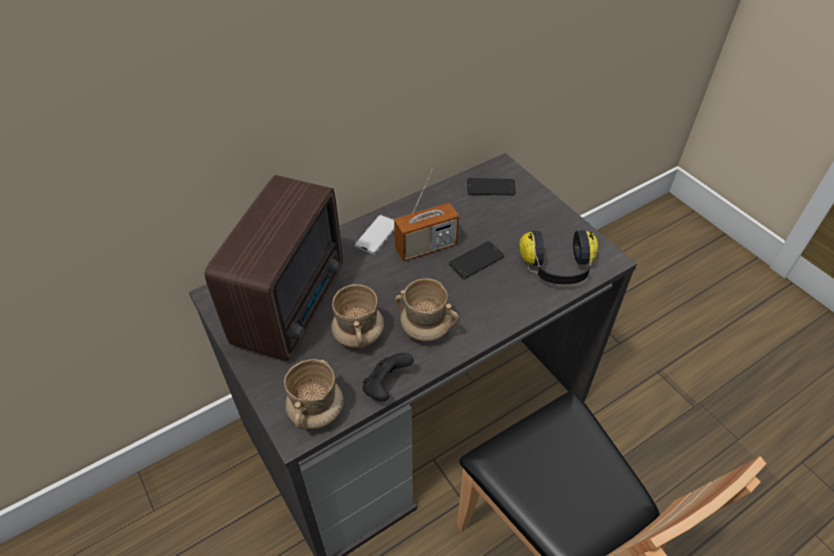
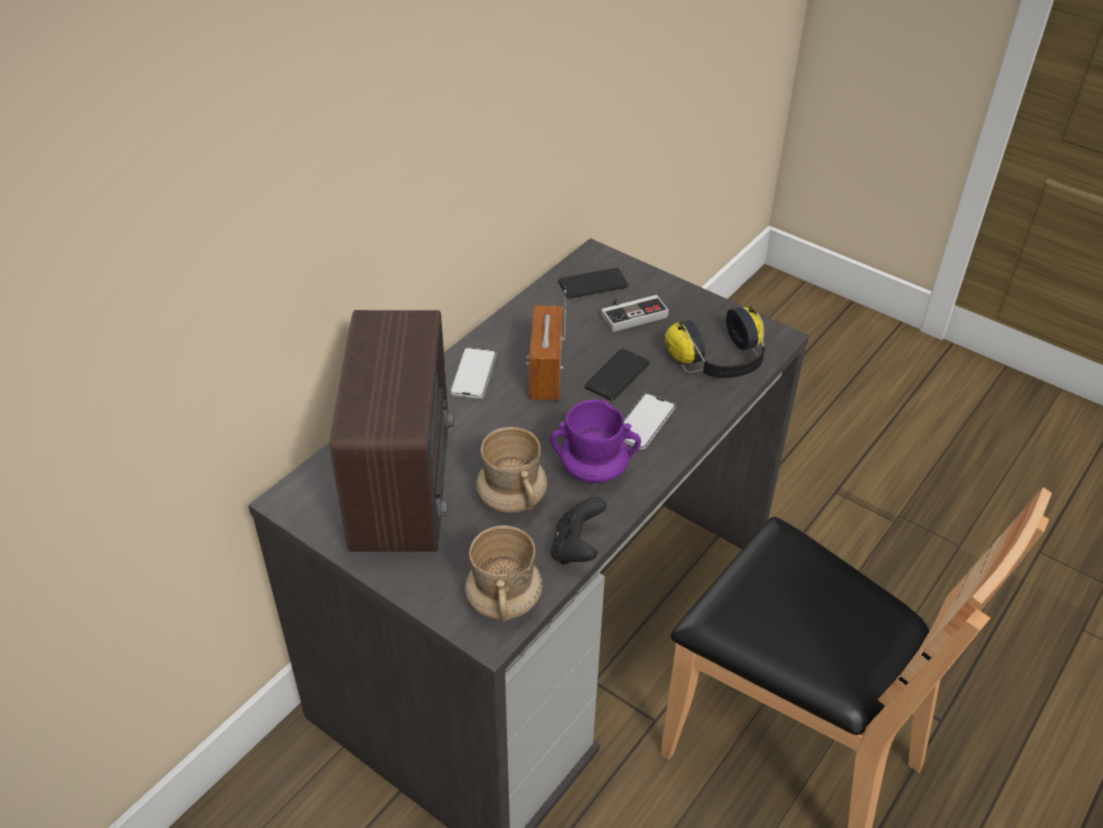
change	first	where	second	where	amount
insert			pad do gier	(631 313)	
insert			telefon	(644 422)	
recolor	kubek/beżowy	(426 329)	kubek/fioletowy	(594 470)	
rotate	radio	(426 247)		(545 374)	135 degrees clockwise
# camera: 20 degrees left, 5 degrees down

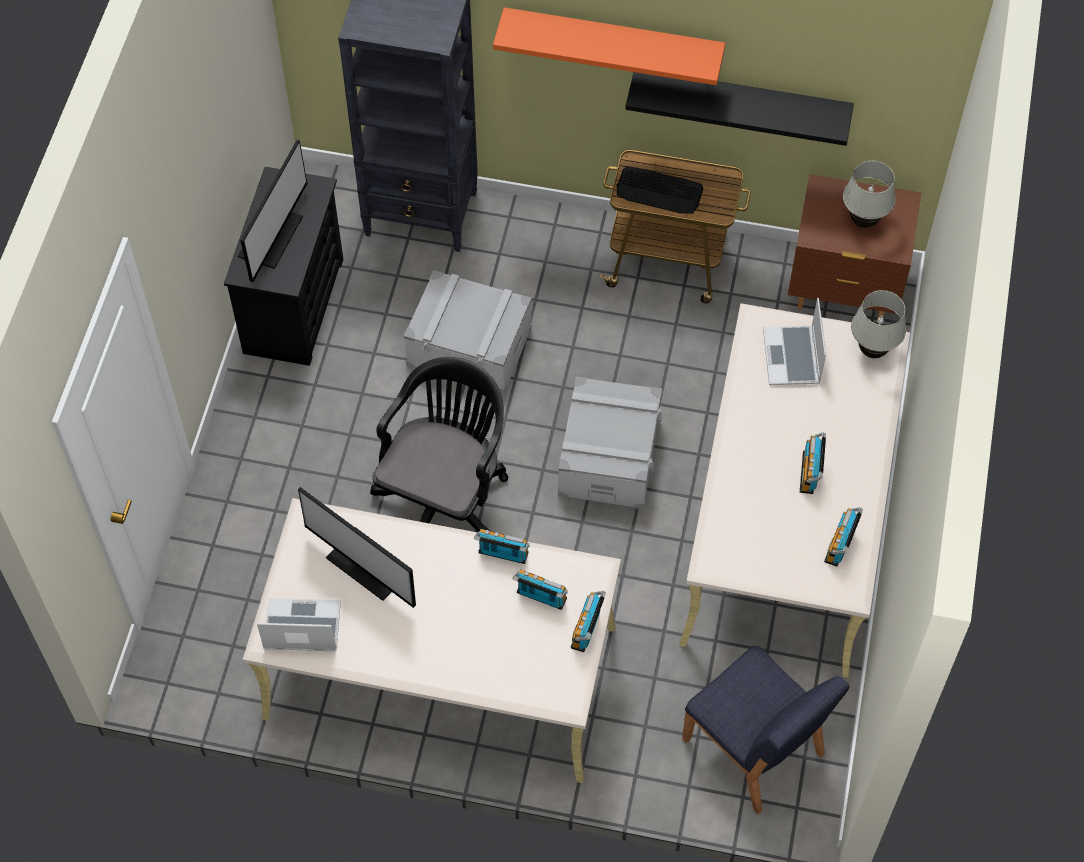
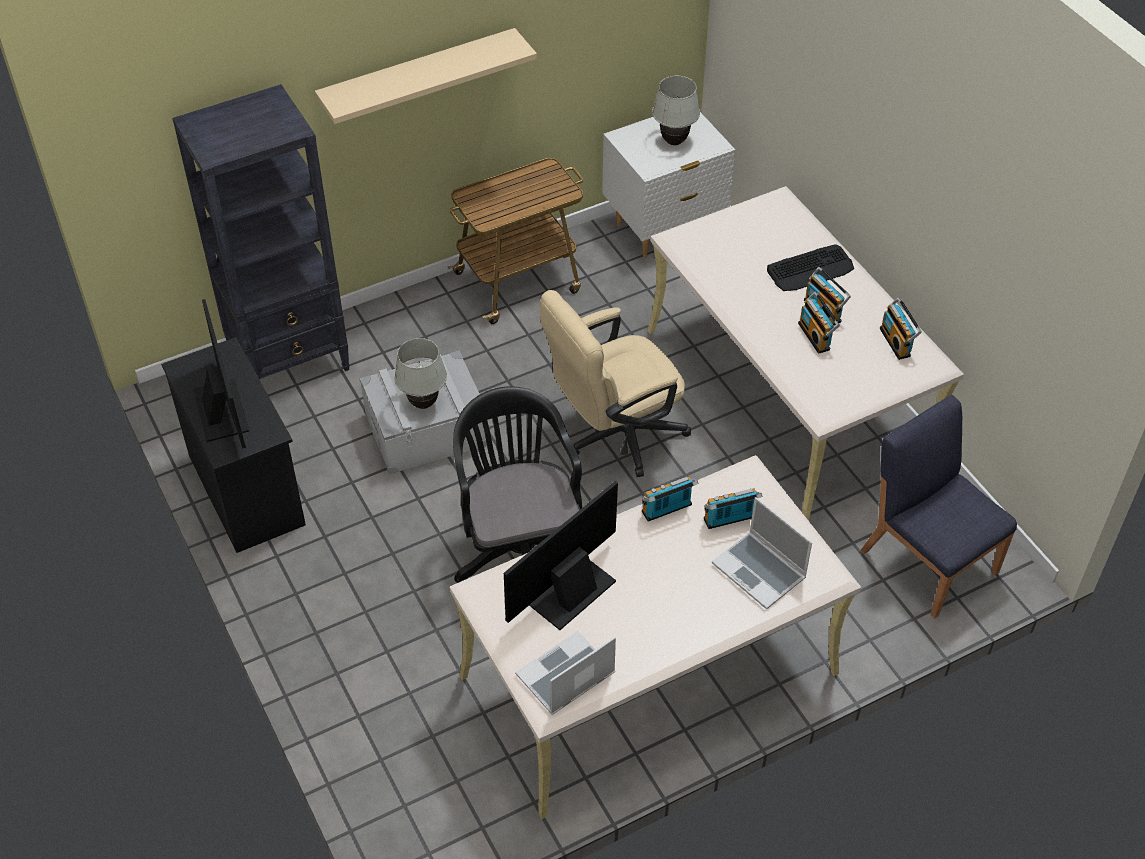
change	first	where	second	where	amount
delete	półka/czarny	(741 99)			
move	radio	(587 630)		(816 336)	
move	klawiatura	(659 191)		(810 269)	
move	laptop	(792 358)		(760 571)	
move	lampa stołowa/biały	(873 351)		(423 403)	
replace	pojemnik do przechowywania/szary	(609 456)	krzesło biurowe/beżowy	(614 436)	
recolor	półka/pomarańczowy	(613 40)	półka/beżowy	(418 76)	
recolor	szafka nocna/brązowy	(843 292)	szafka nocna/biały	(664 229)	
rotate	monitor	(367 565)		(569 591)	135 degrees clockwise
rotate	krzesło/niebieski	(754 748)		(928 559)	135 degrees counterclockwise
# camera: 40 degrees left, 10 degrees down

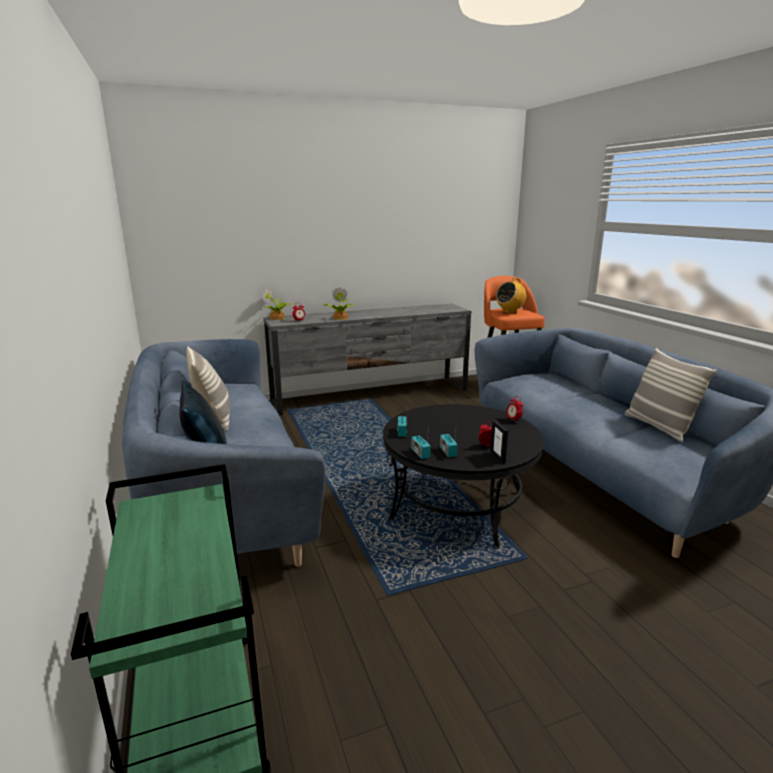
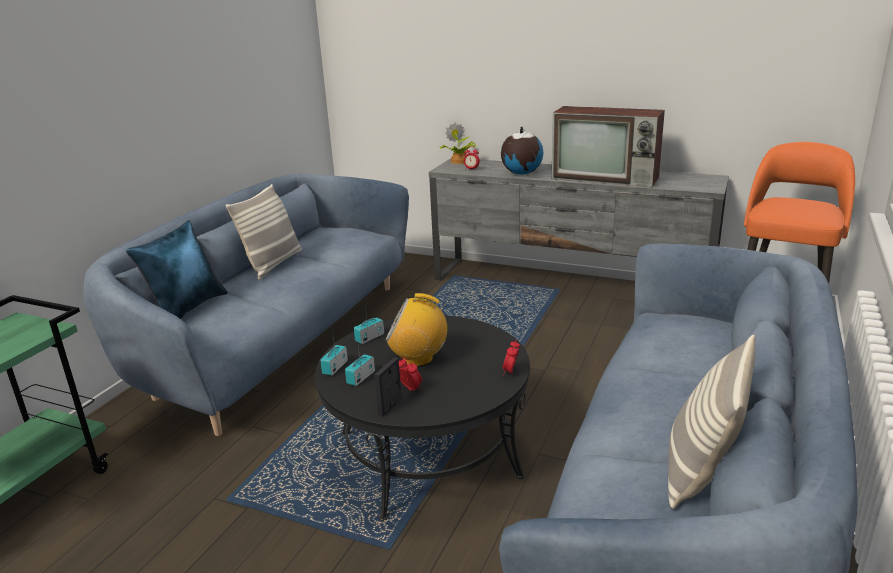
change	first	where	second	where	amount
insert			telewizor	(607 178)	
move	radio	(510 311)		(418 358)	
replace	roślina doniczkowa	(339 318)	globus	(521 173)	
# camera: 45 degrees right, 5 degrees up

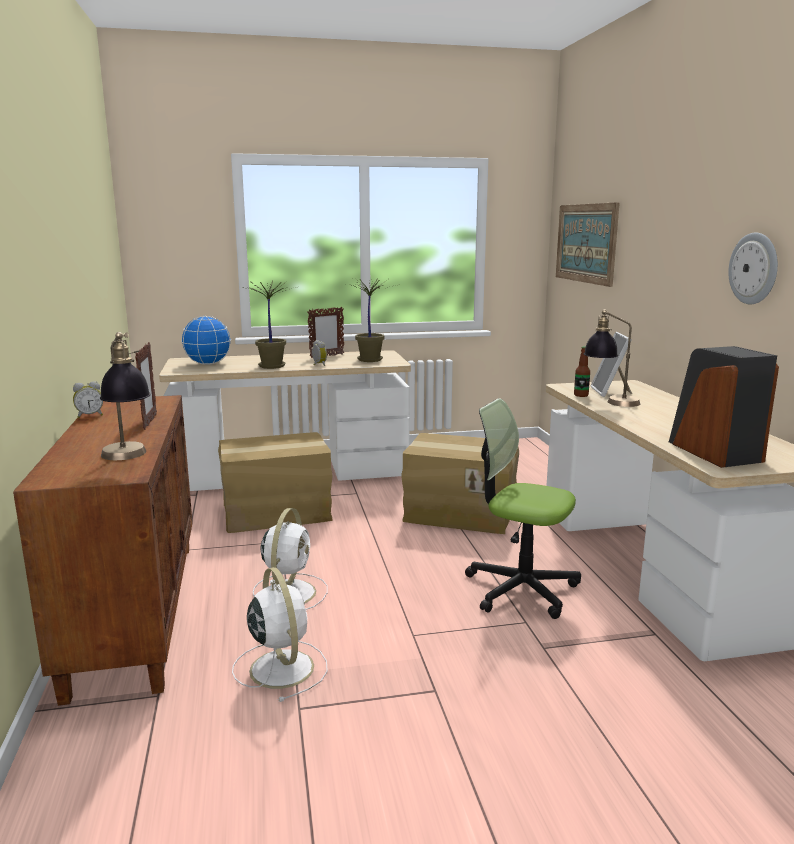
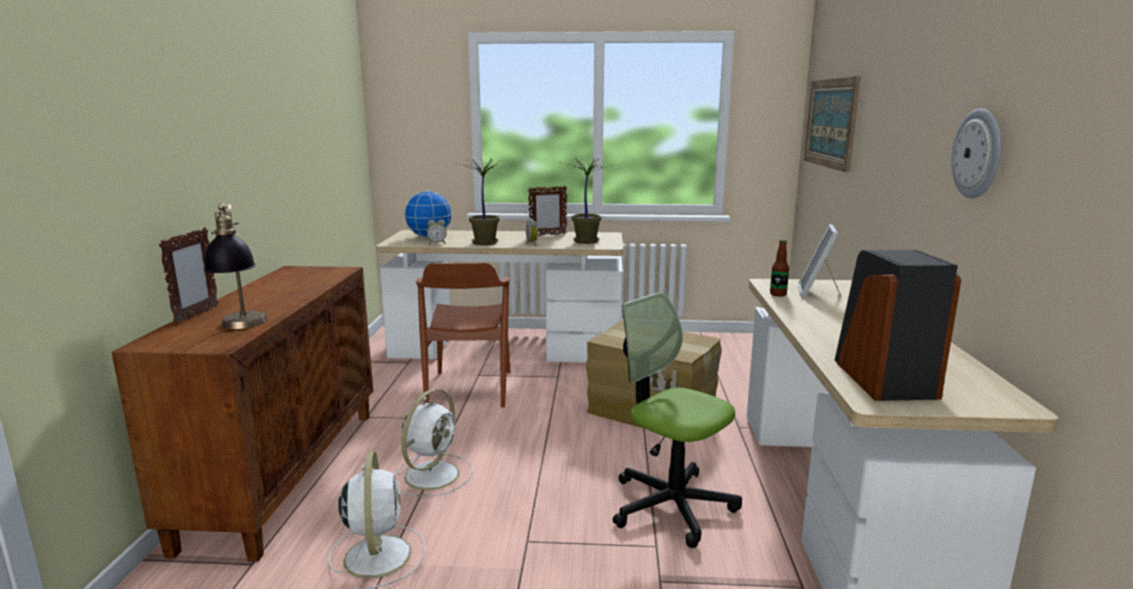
change	first	where	second	where	amount
delete	lampa stołowa	(610 403)			
move	budzik	(90 415)		(437 243)	
move	ramka na zdjęcie	(149 422)		(196 315)	
replace	karton	(276 513)	krzesło/brązowy	(469 389)	
# camera: 15 degrees right, 0 degrees up

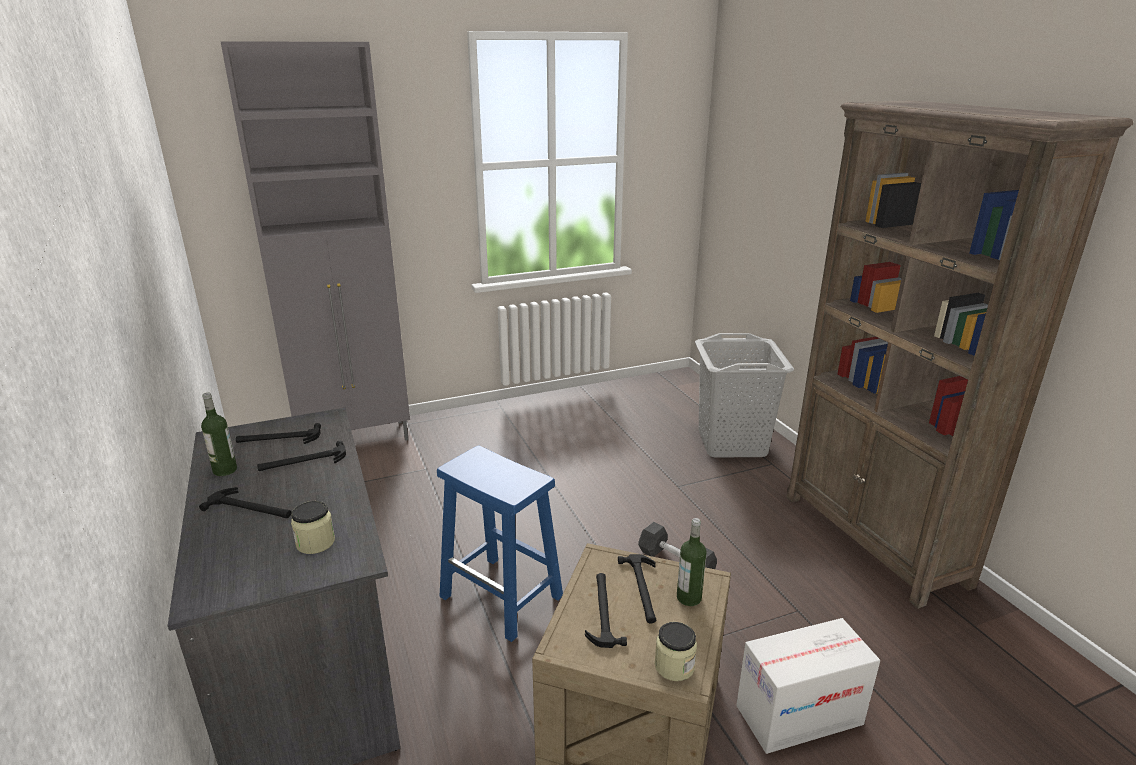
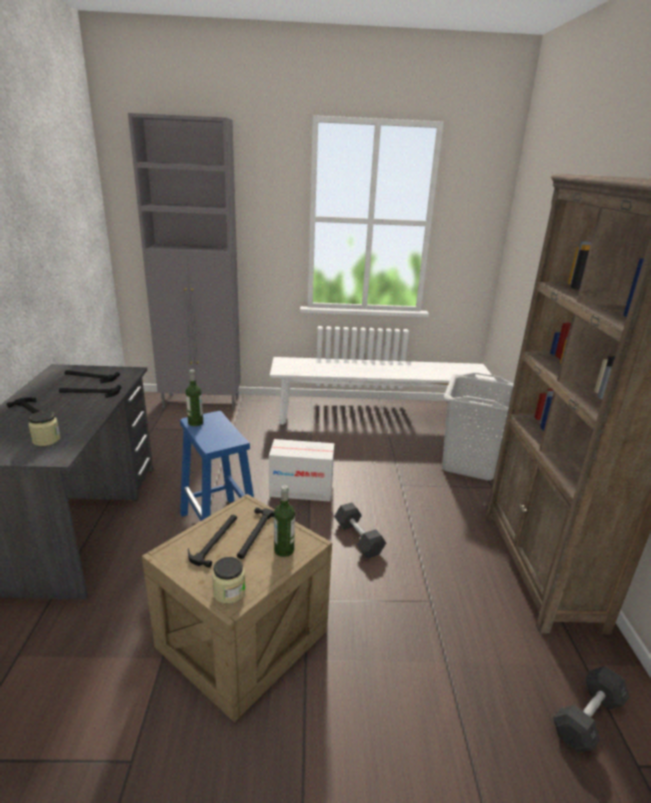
change	first	where	second	where	amount
insert			ławka/biały	(377 418)	
insert			hantel/szary	(587 718)	
move	butelka	(225 470)		(195 423)	
move	karton	(799 714)		(301 490)	
# camera: 20 degrees right, 0 degrees up

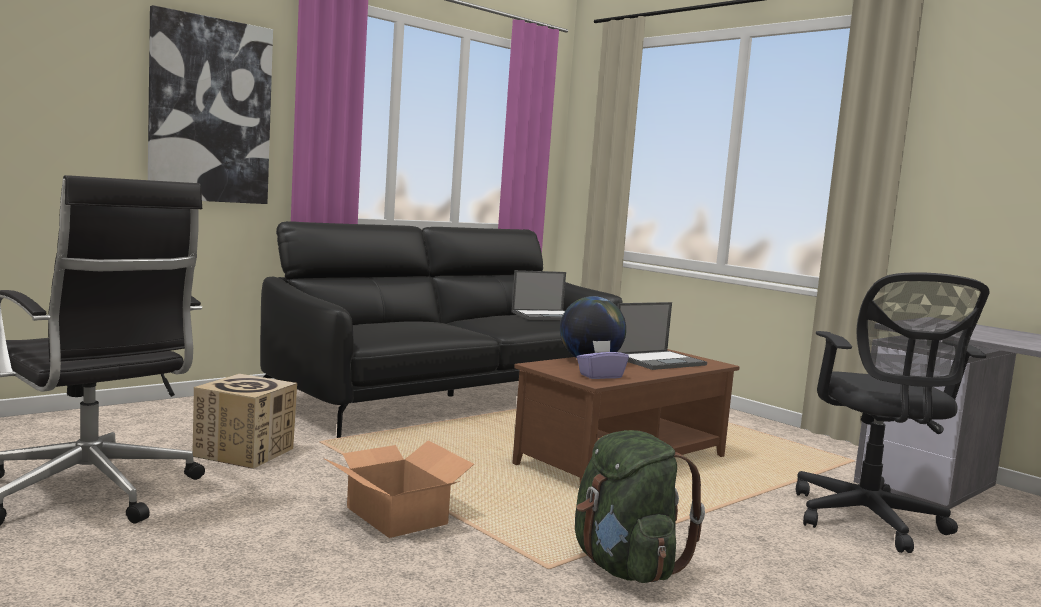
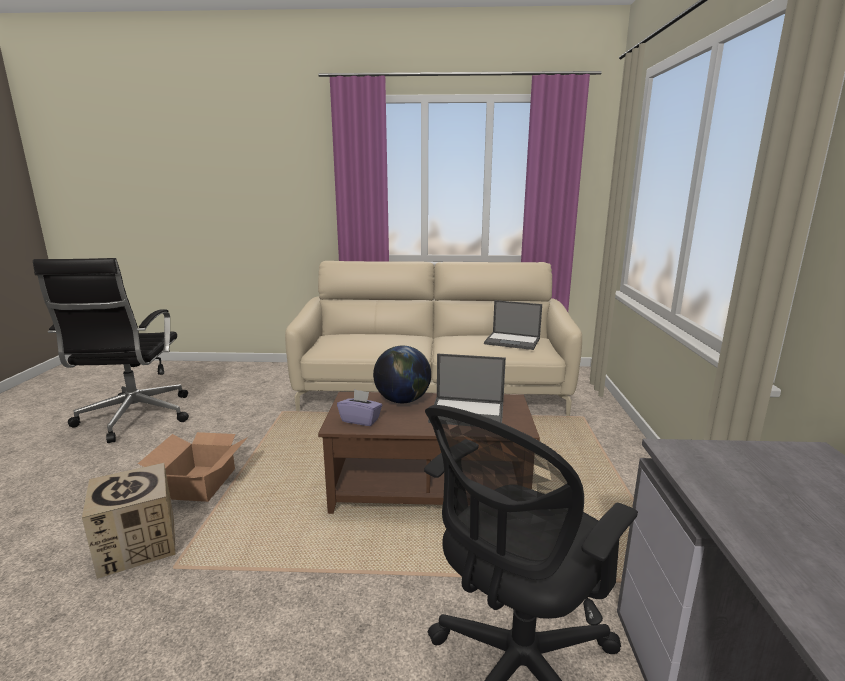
change	first	where	second	where	amount
delete	obraz	(210 111)			
delete	plecak/zielony	(624 567)			
move	karton	(244 452)		(138 544)	
recolor	kanapa/czarny	(450 395)	kanapa/beżowy	(433 391)	
# camera: 45 degrees right, 10 degrees up

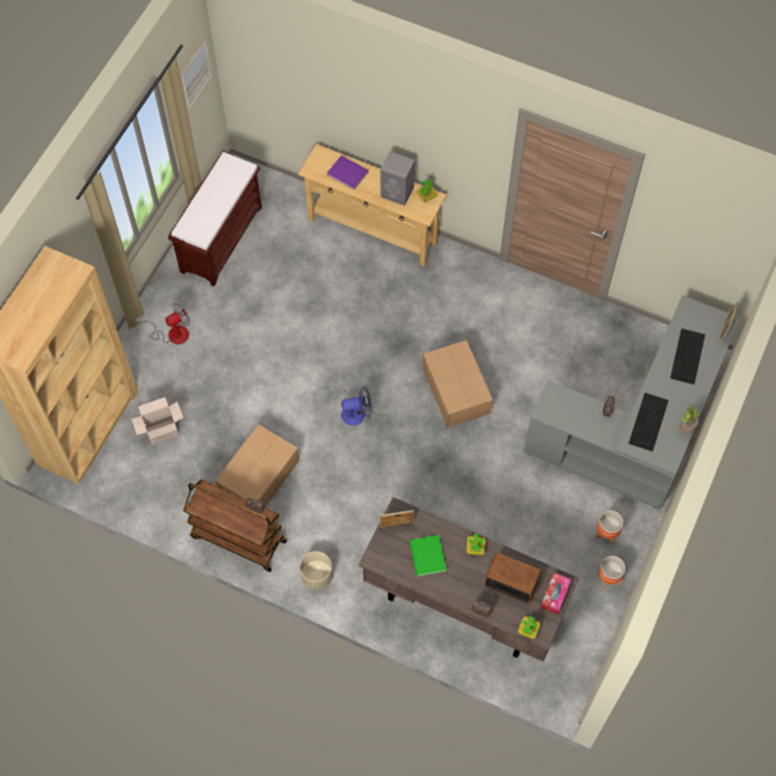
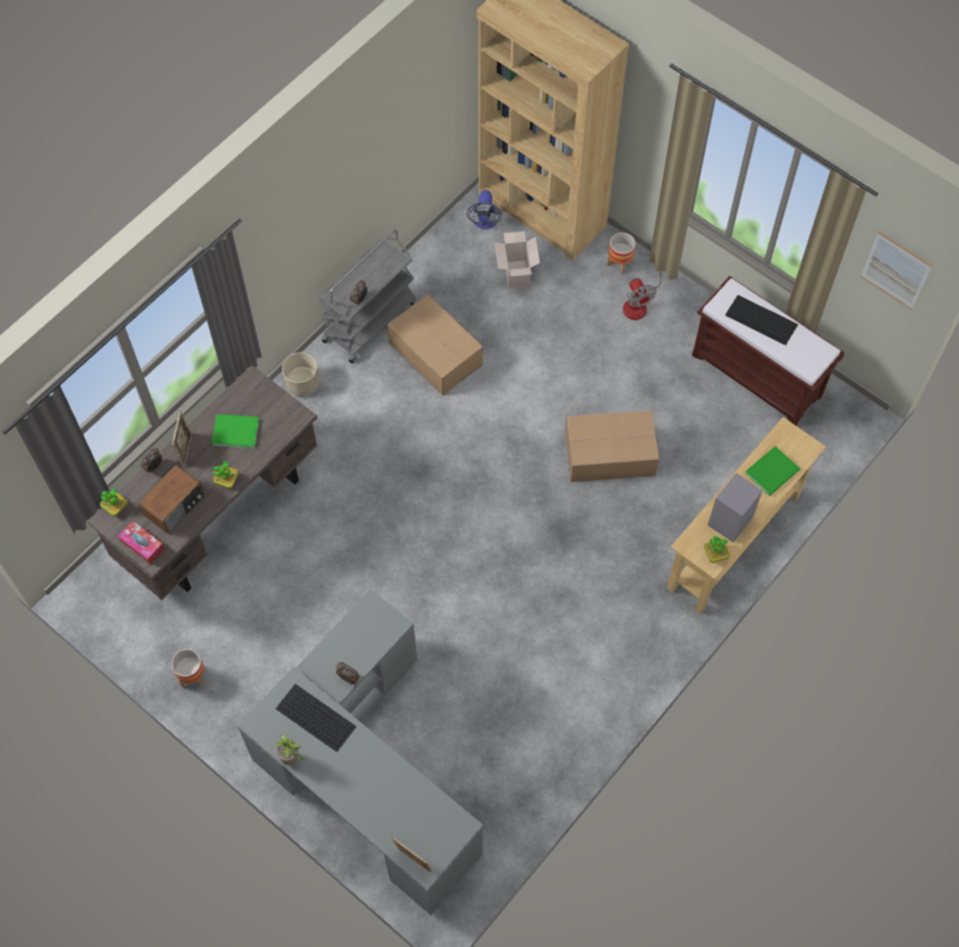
change	first	where	second	where	amount
move	wentylator	(357 414)		(485 223)	
move	ramka na zdjęcie	(396 526)		(185 449)	
move	karton	(456 389)		(611 455)	
move	donica	(606 533)		(619 263)	
move	klawiatura	(687 357)		(760 320)	
recolor	wózek/brązowy	(237 539)	wózek/szary	(369 320)	
recolor	książka/fioletowy	(347 172)	książka/zielony	(773 471)	
# camera: 105 degrees right, 0 degrees up

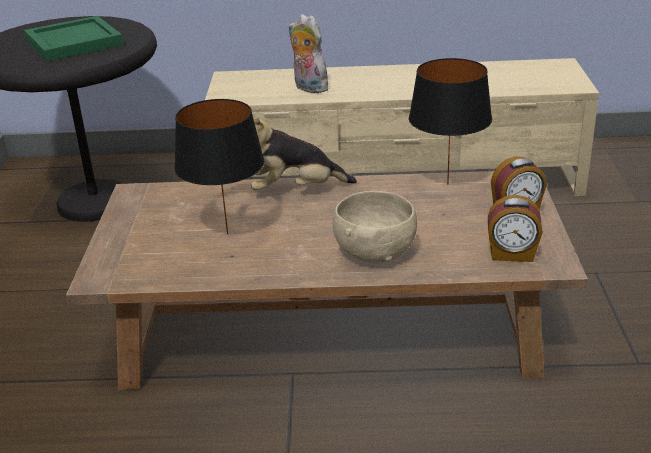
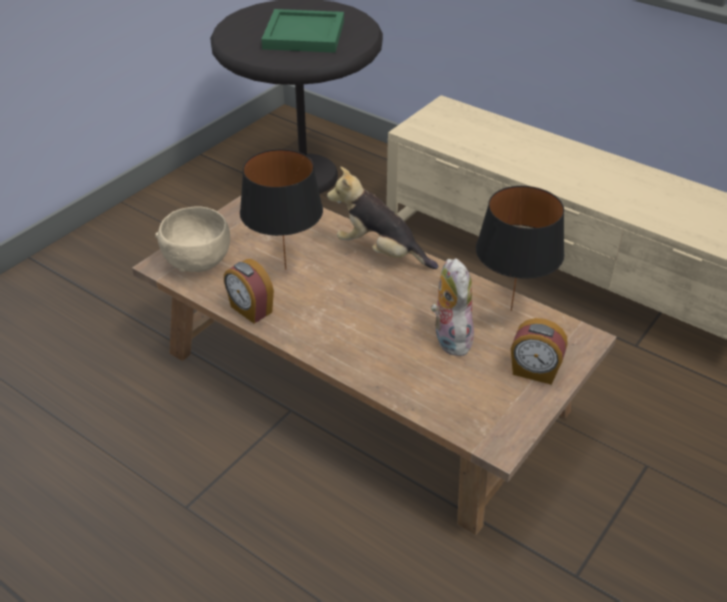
change	first	where	second	where	amount
move	pluszak	(308 88)		(449 338)	
move	miska/beżowy	(374 252)		(197 260)	
move	budzik	(512 254)		(250 310)	
# camera: 35 degrees right, 10 degrees up

